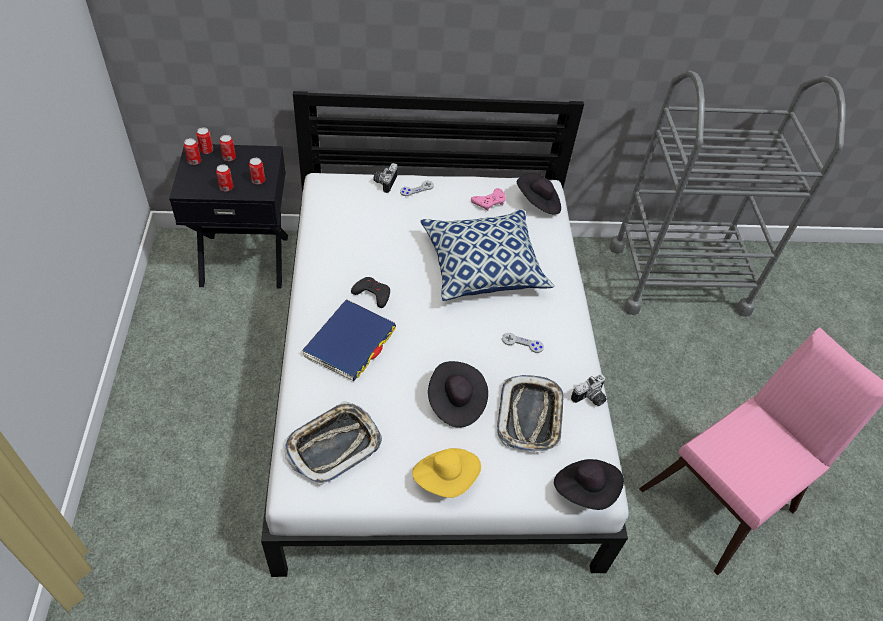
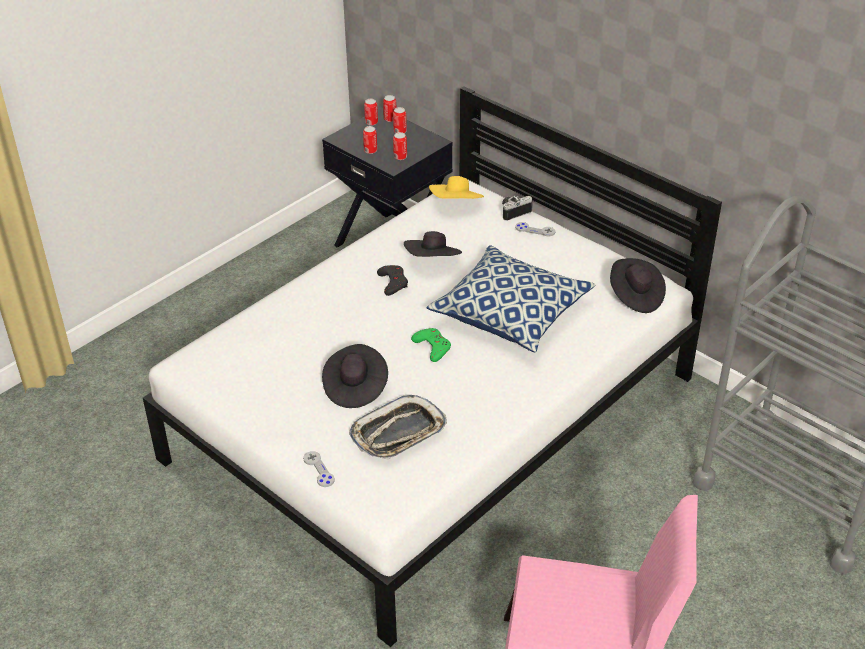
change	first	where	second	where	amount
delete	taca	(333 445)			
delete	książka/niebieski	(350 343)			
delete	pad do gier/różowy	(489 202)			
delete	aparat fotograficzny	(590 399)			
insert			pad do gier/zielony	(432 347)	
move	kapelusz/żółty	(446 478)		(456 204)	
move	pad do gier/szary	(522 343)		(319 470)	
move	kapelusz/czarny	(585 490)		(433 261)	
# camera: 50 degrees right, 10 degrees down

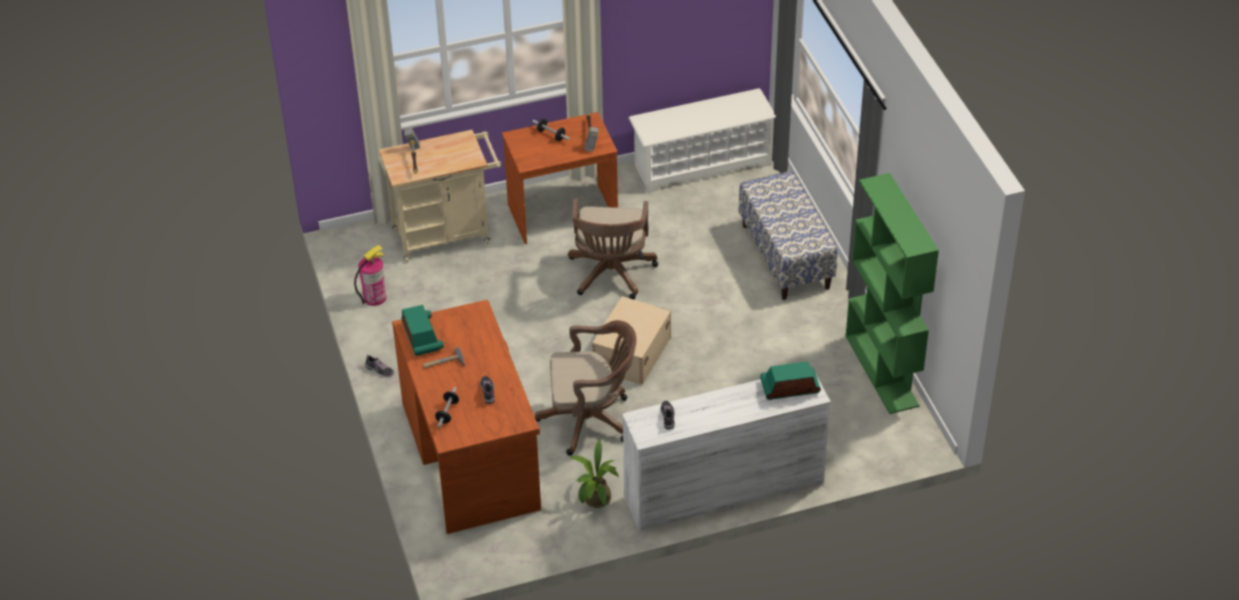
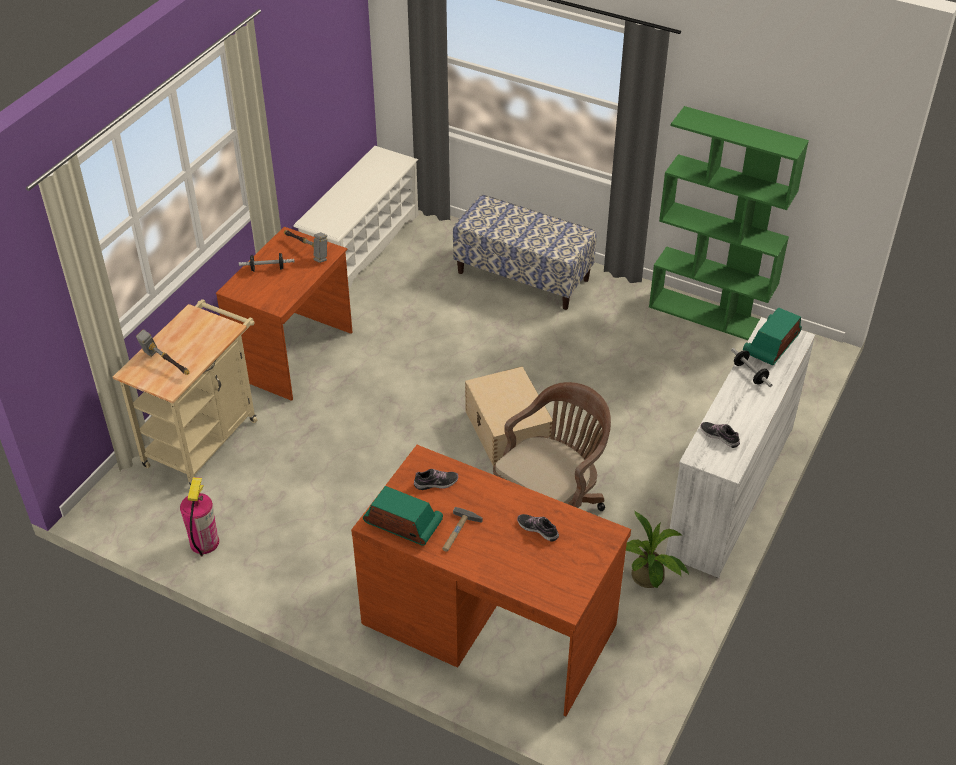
change	first	where	second	where	amount
delete	krzesło biurowe/brązowy	(611 275)			
move	but	(379 370)		(436 483)	
move	hantel	(447 412)		(750 373)	
# camera: 45 degrees left, 0 degrees up

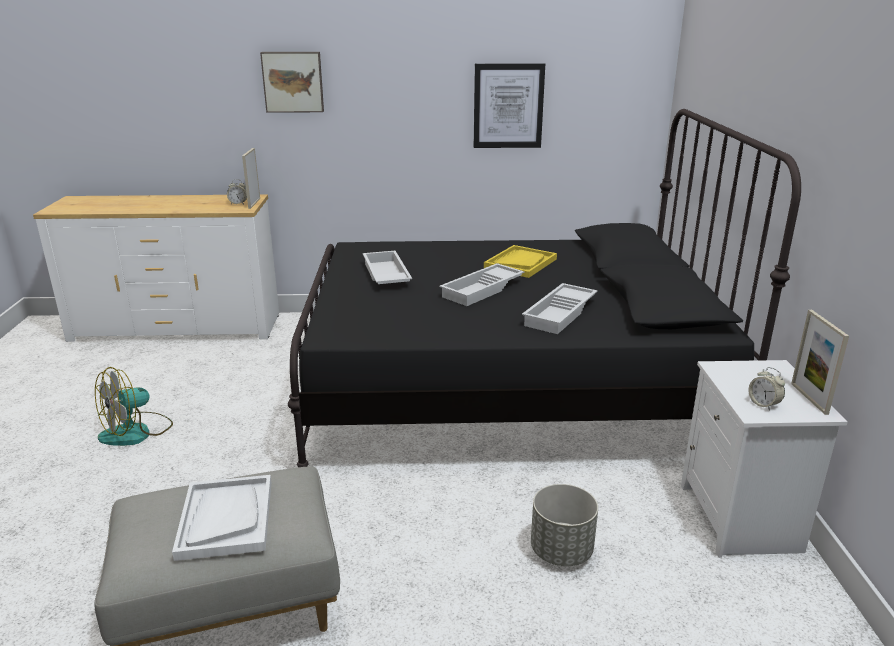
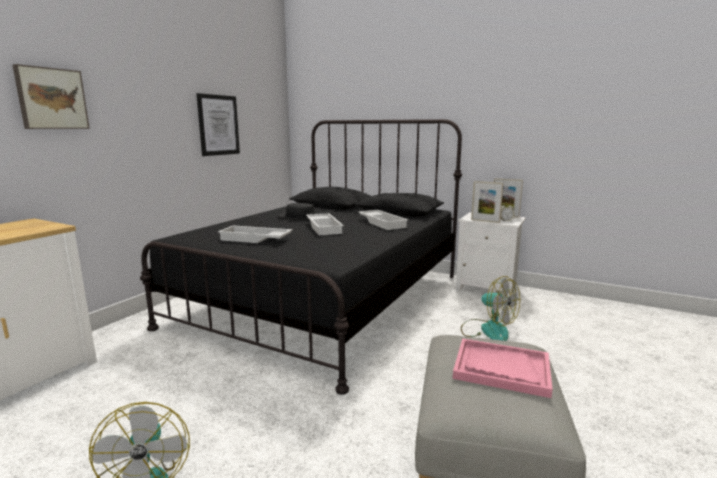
change	first	where	second	where	amount
delete	budzik	(238 203)			
move	ramka na zdjęcie	(254 203)		(485 221)	
replace	taca/żółty	(520 263)	kapelusz/czarny	(300 217)	
replace	donica/szary	(562 551)	wentylator	(487 329)	
recolor	taca/biały	(226 518)	taca/różowy	(501 369)	
# camera: 60 degrees left, 10 degrees down

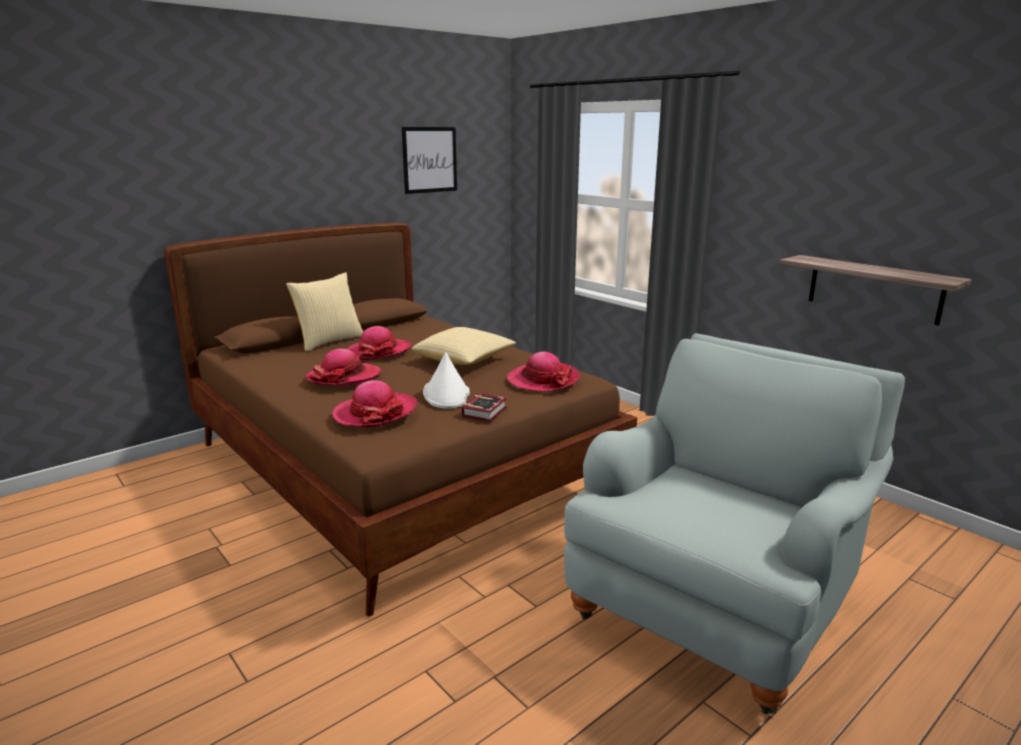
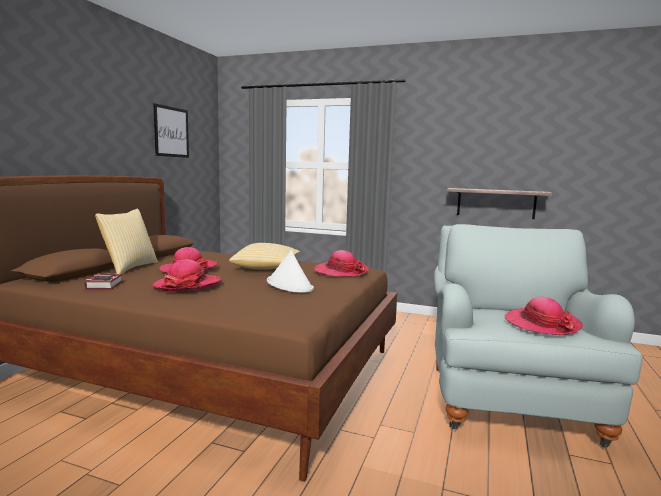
change	first	where	second	where	amount
move	kapelusz	(375 413)		(541 324)	
move	książka	(486 411)		(106 285)	
# camera: 30 degrees left, 10 degrees down

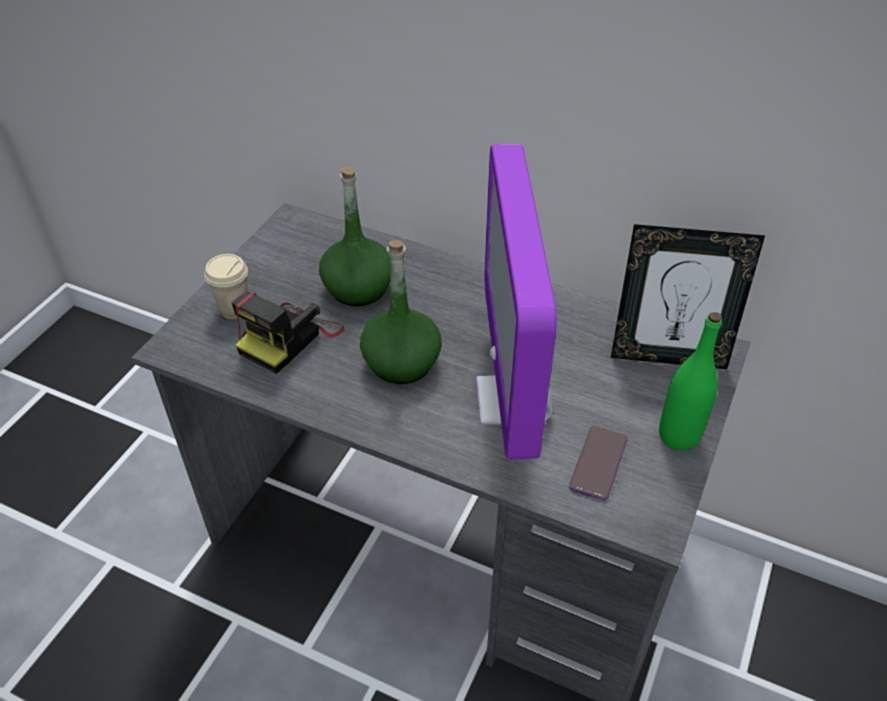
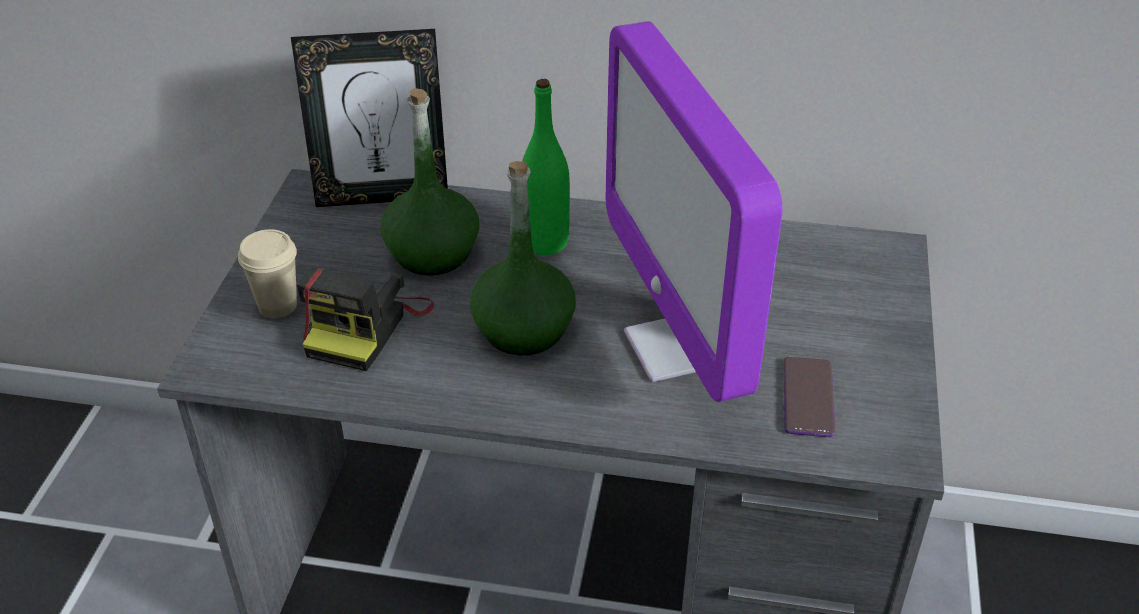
change	first	where	second	where	amount
move	ramka na zdjęcie	(668 356)		(382 196)	
move	butelka/zielony	(678 436)		(545 242)	
# camera: 15 degrees left, 5 degrees down

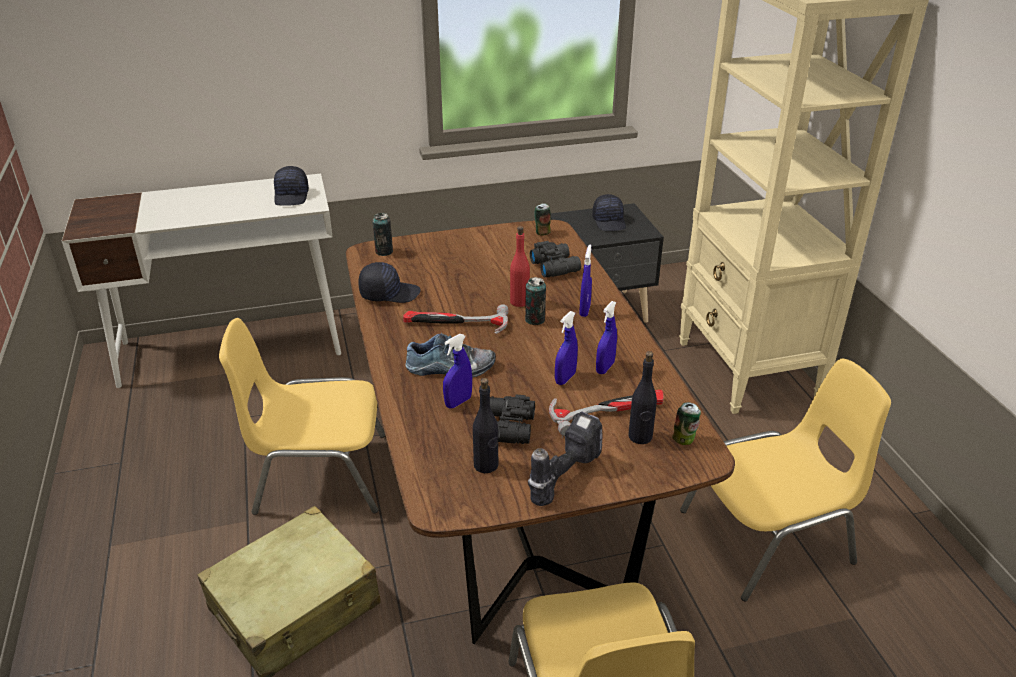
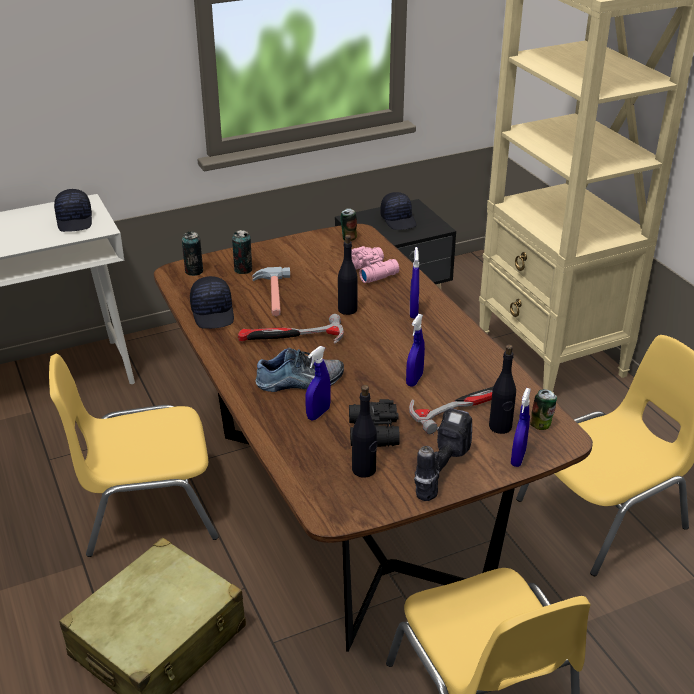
change	first	where	second	where	amount
insert			młotek	(272 295)	
move	puszka	(535 320)		(243 270)	
move	spryskiwacz/niebieski	(605 368)		(518 458)	
recolor	butelka/czerwony	(519 301)	butelka/czarny	(347 309)	
recolor	lornetka/czarny	(555 266)	lornetka/różowy	(372 271)	
rotate	czapka z daszkiem/czarny	(389 293)		(213 313)	90 degrees clockwise
# camera: 10 degrees left, 0 degrees up

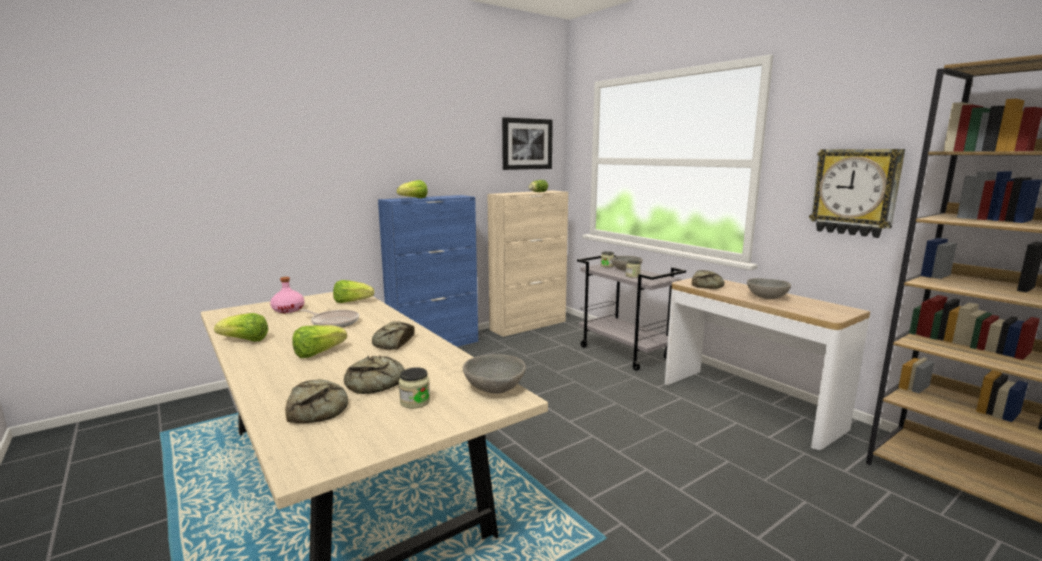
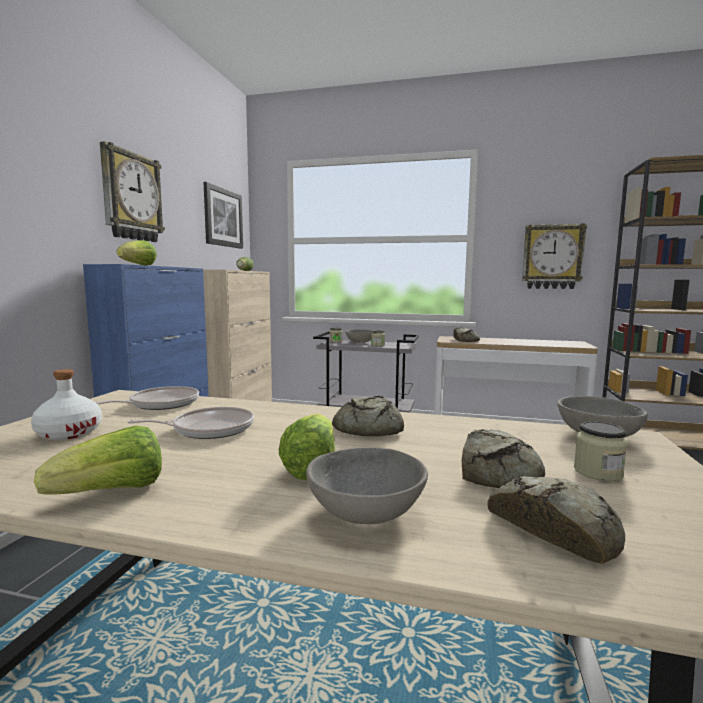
change	first	where	second	where	amount
insert			zegar ścienny	(131 197)	
move	miska/szary	(767 297)		(365 511)	
replace	sałata	(352 302)	patelnia	(161 404)	
recolor	butelka/różowy	(288 310)	butelka/biały	(68 433)	
# camera: 40 degrees left, 5 degrees down

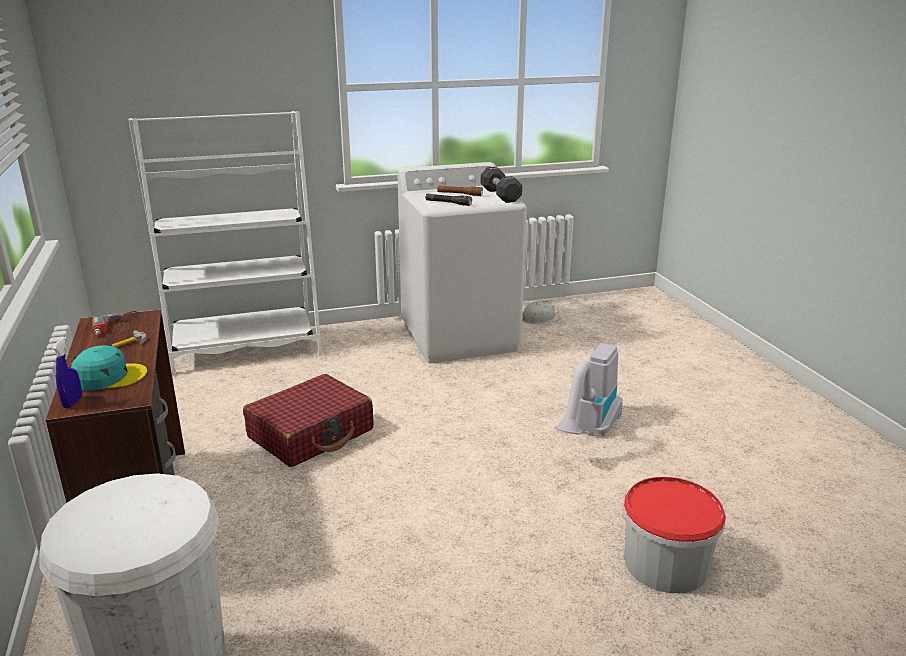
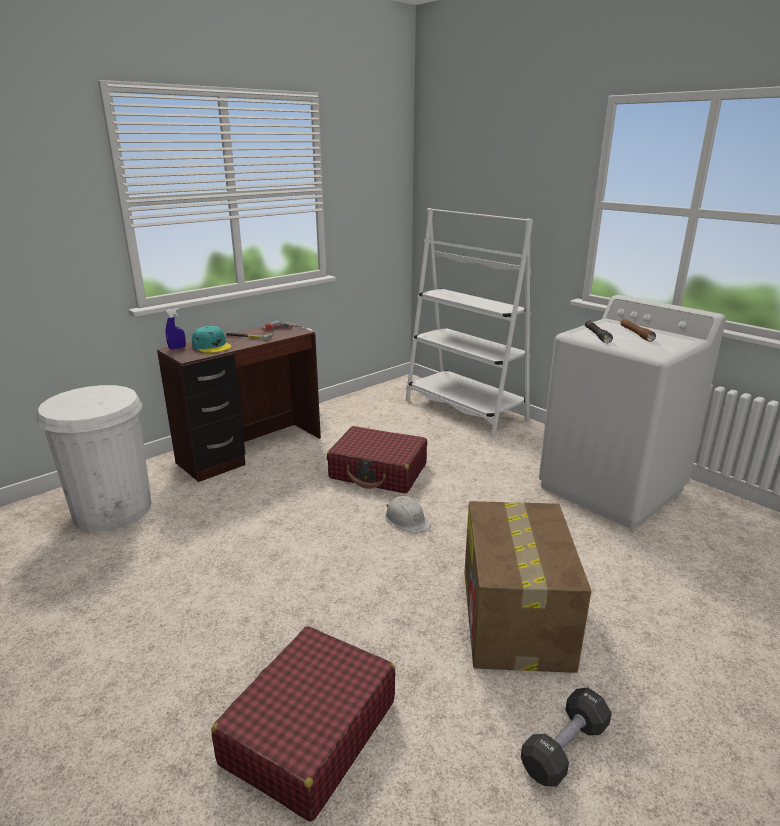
change	first	where	second	where	amount
move	hantel/czarny	(500 195)		(564 748)	
move	kask/biały	(539 319)		(407 520)	
replace	odkurzacz	(588 432)	karton	(515 619)	
replace	wiadro	(666 564)	walizka/czerwony	(309 732)	
# camera: 65 degrees right, 0 degrees up

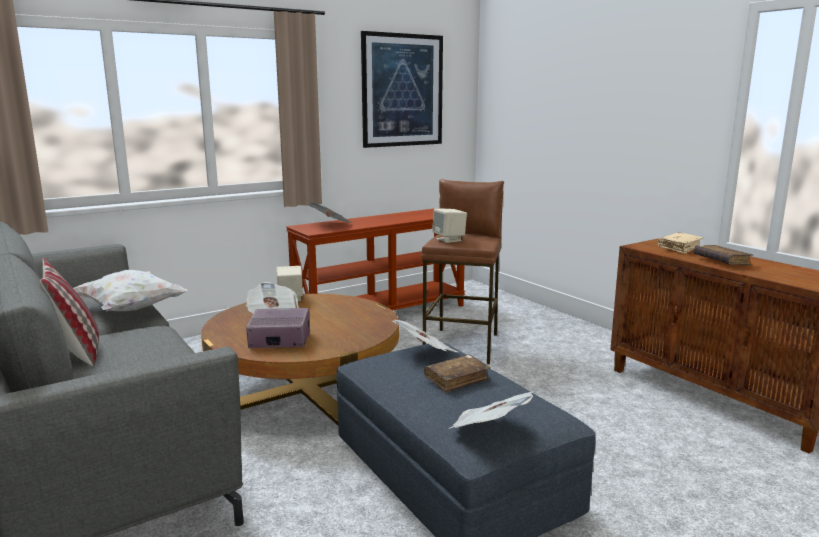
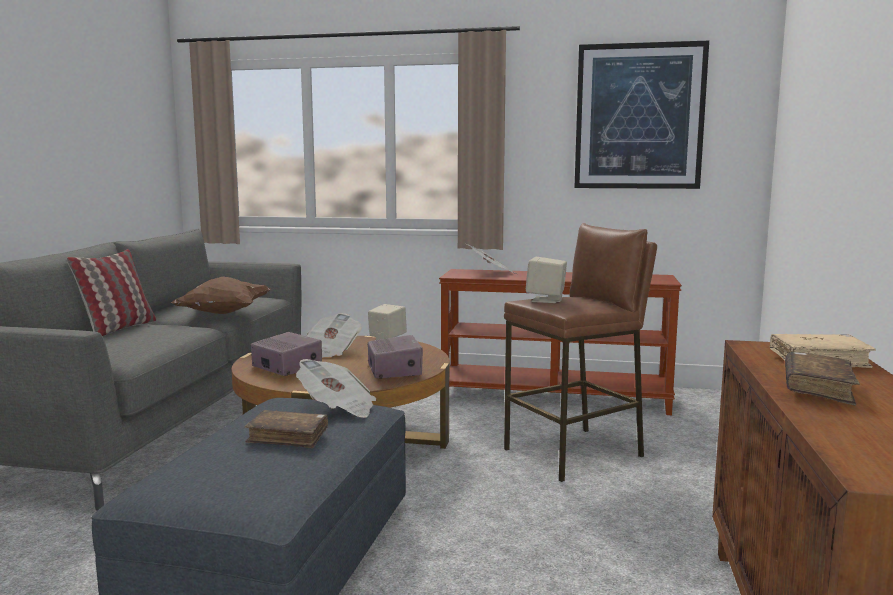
change	first	where	second	where	amount
delete	gazeta	(489 430)			
insert			radio	(394 371)	
recolor	poduszka/biały	(132 309)	poduszka/brązowy	(224 313)	
# camera: 45 degrees right, 5 degrees down

